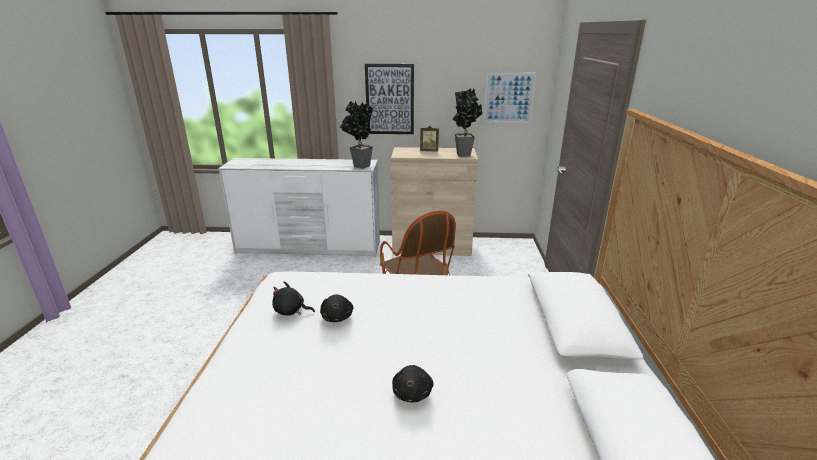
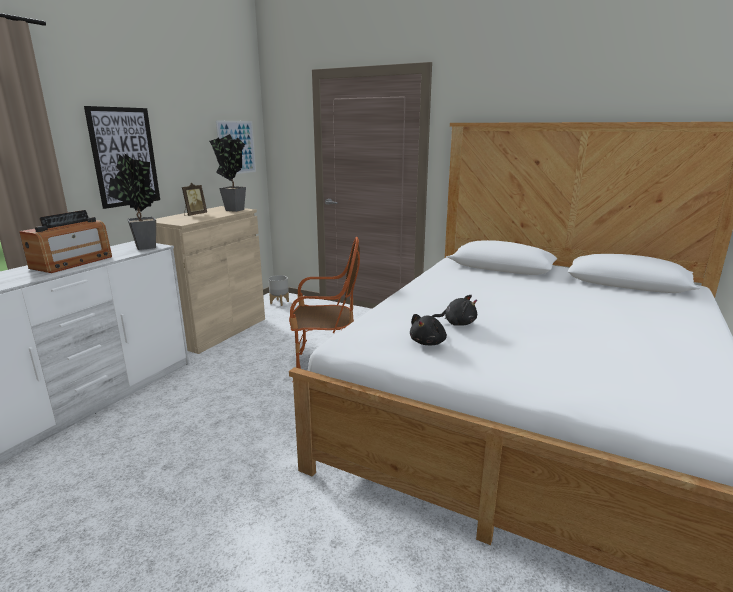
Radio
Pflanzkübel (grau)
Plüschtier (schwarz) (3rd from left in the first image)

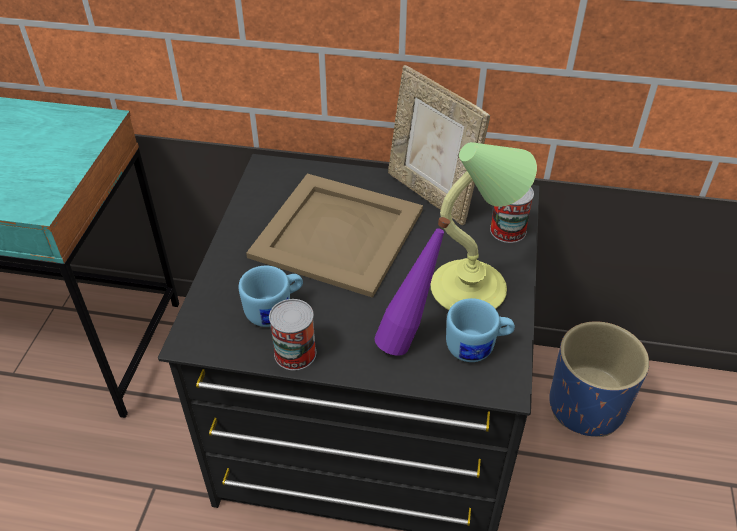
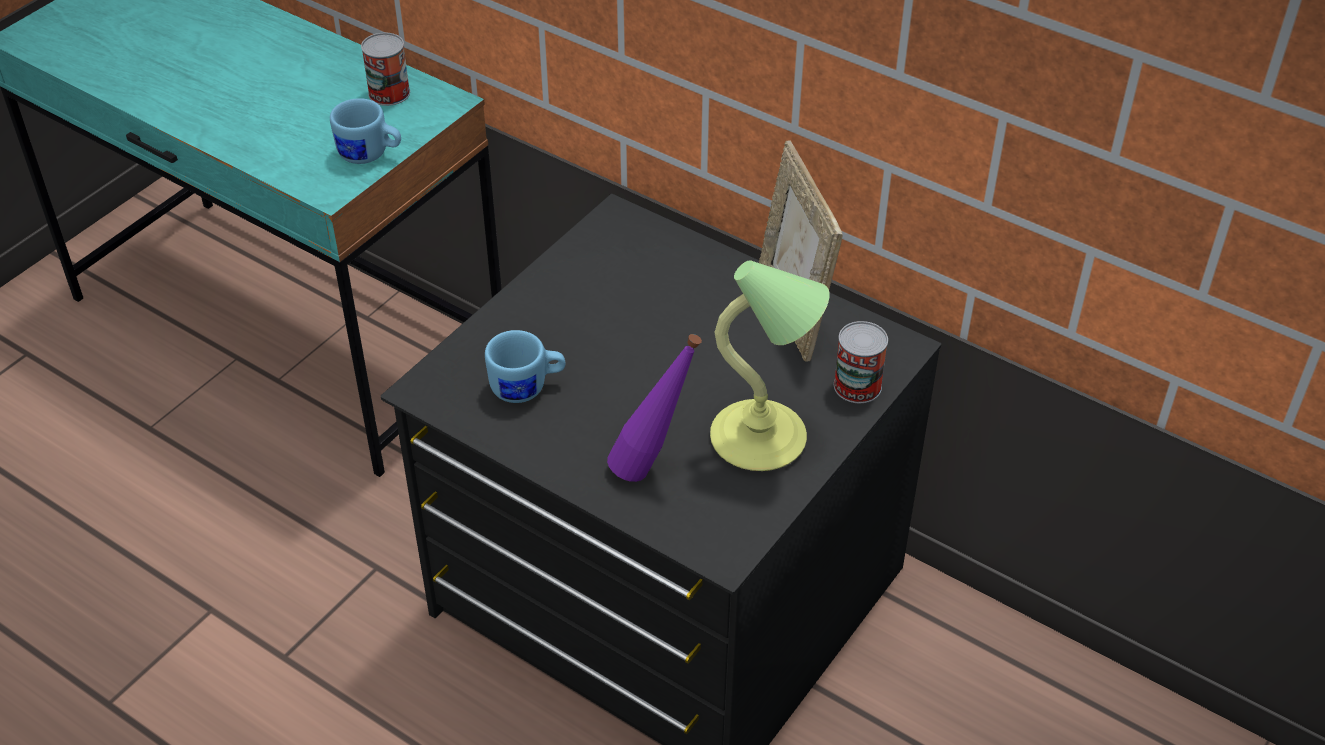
Henkelbecher (blau) (1st from left)
Dose (1st from left)
Tablett (beige)
Pflanzkübel (blau)

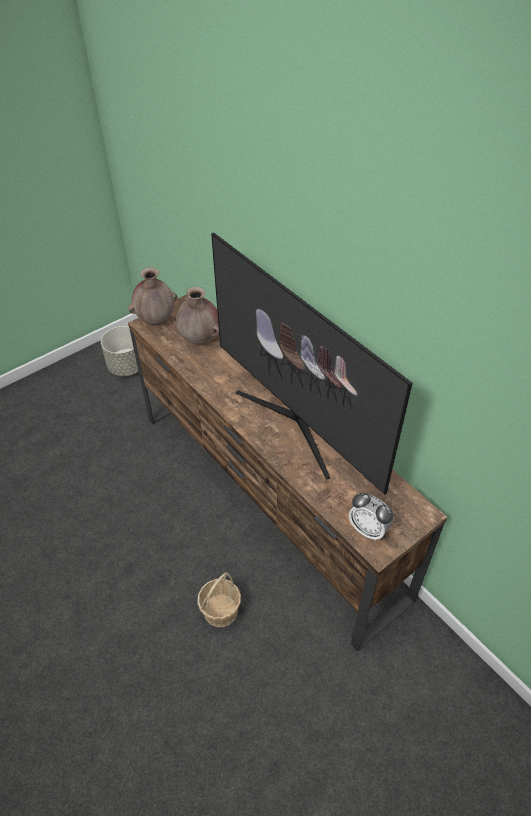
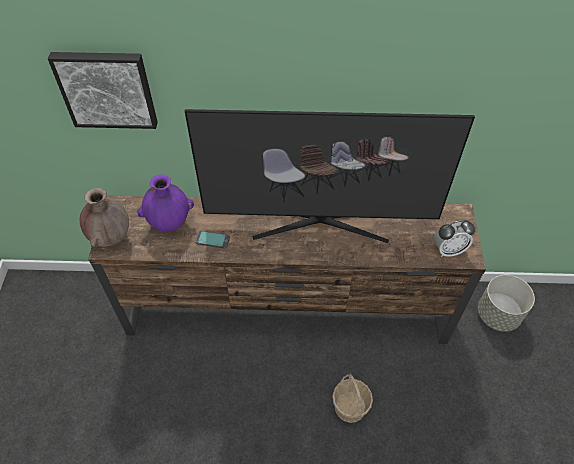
Bild
Vase (lila)
Handy
Pflanzkübel (grau)

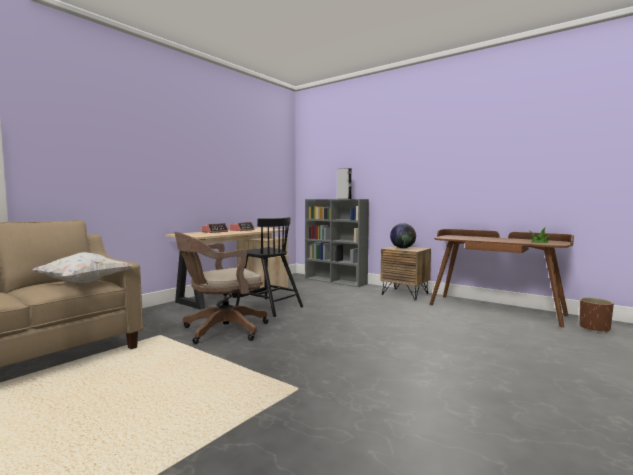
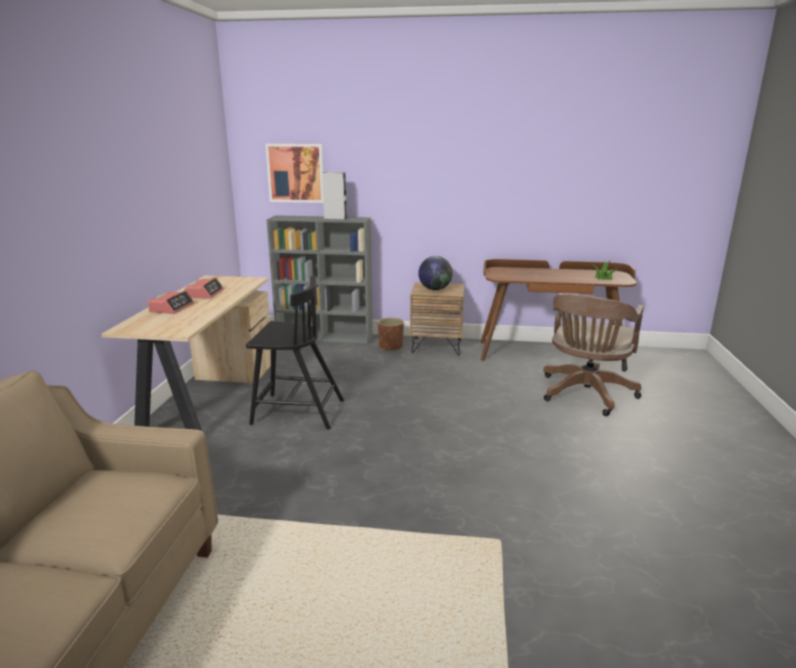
Bild
Pflanzkübel (braun)
Bürostuhl (braun)
Kissen (weiß)

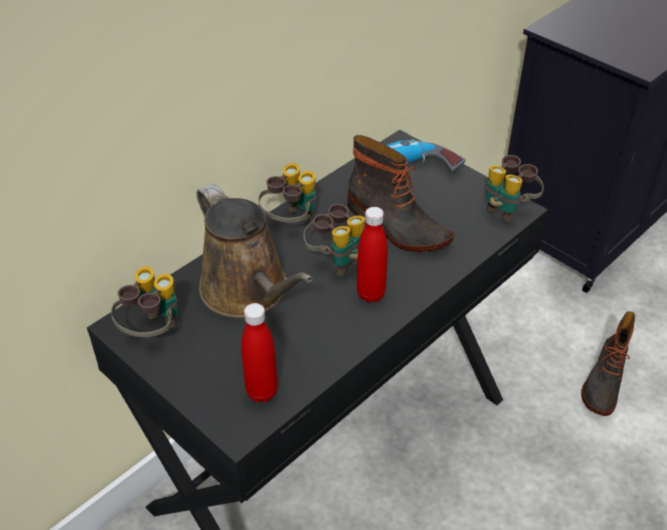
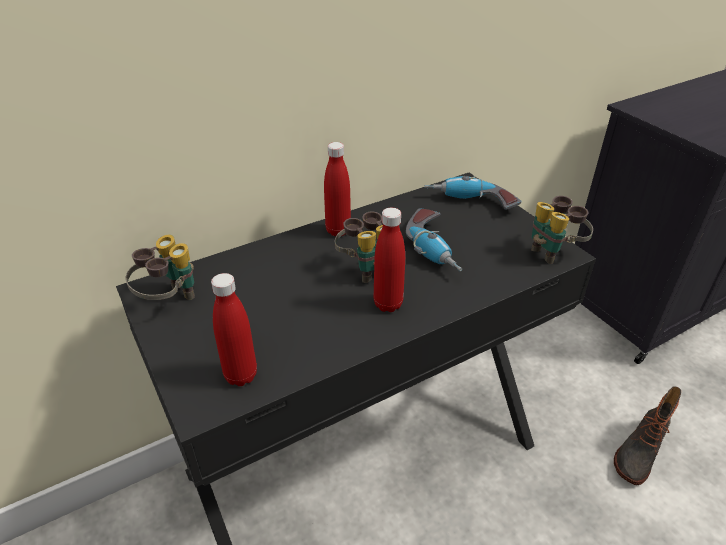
Flasche (rot) (2nd from left)
Bohrmaschine (1st from left)
Gießkanne (braun)

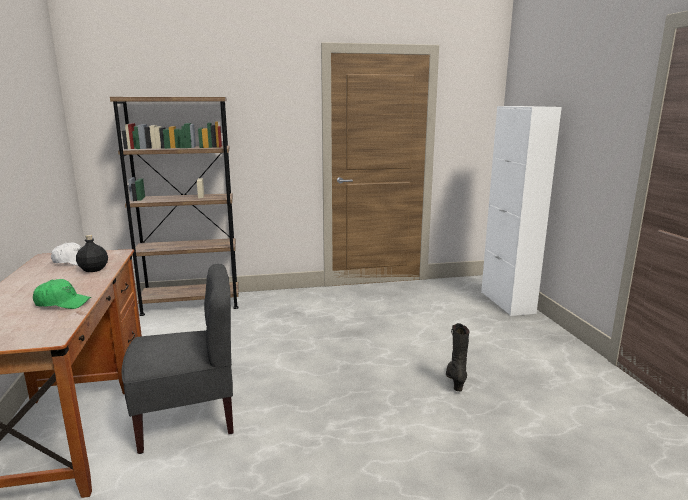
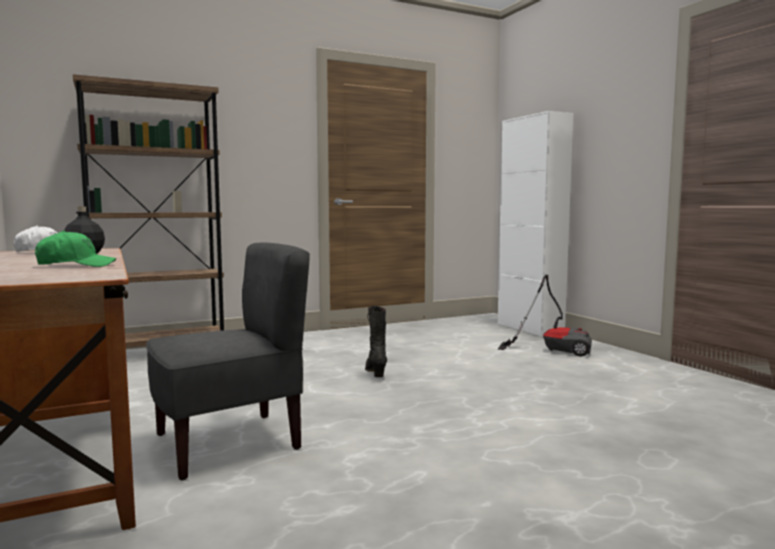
Stiefel (schwarz)
Staubsauger

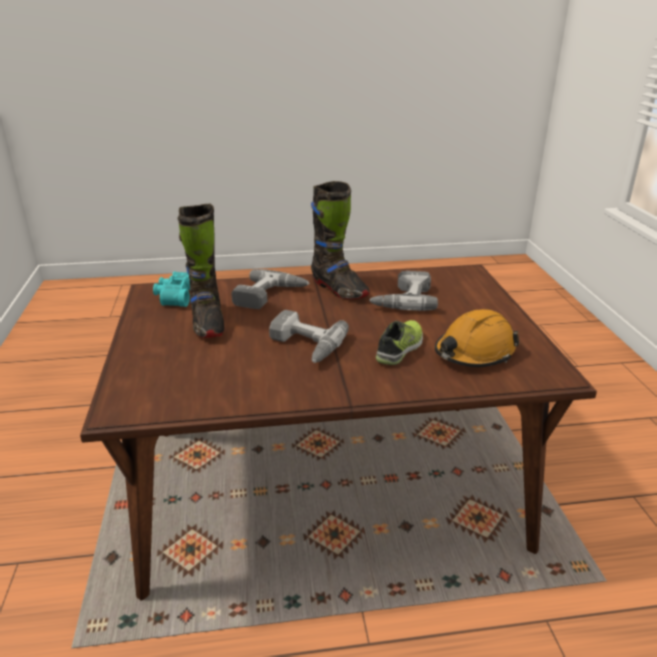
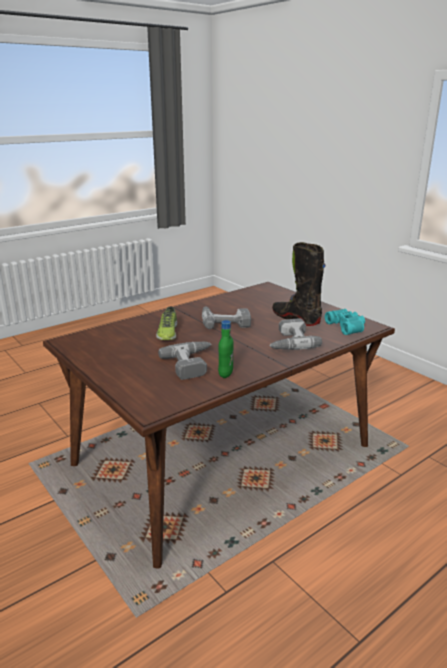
Flasche (grün)
Stiefel (schwarz) (2nd from left in the first image)
Schutzhelm (orange)

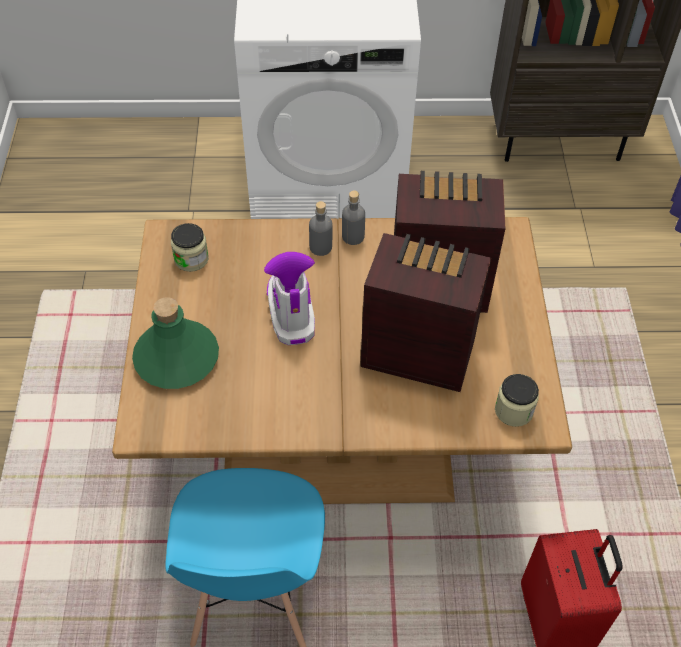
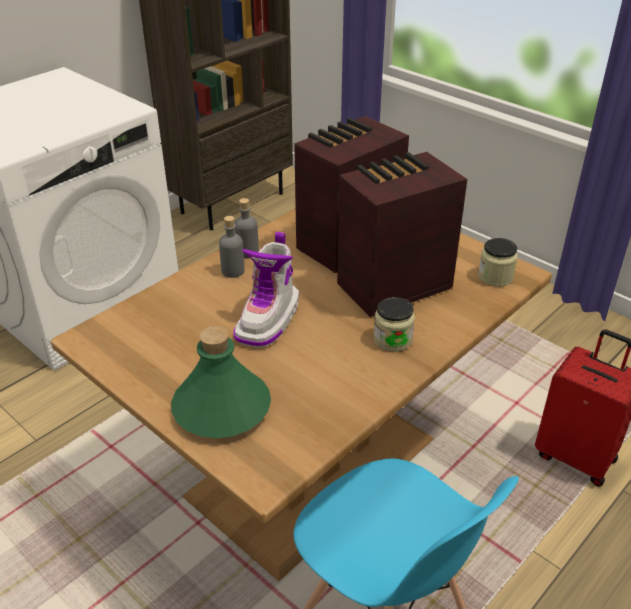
Stiefel
Vorratsglas (1st from left)

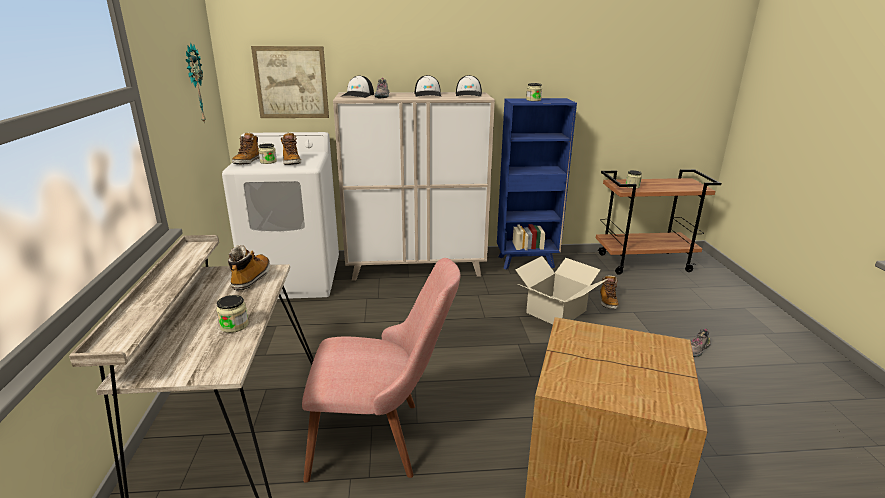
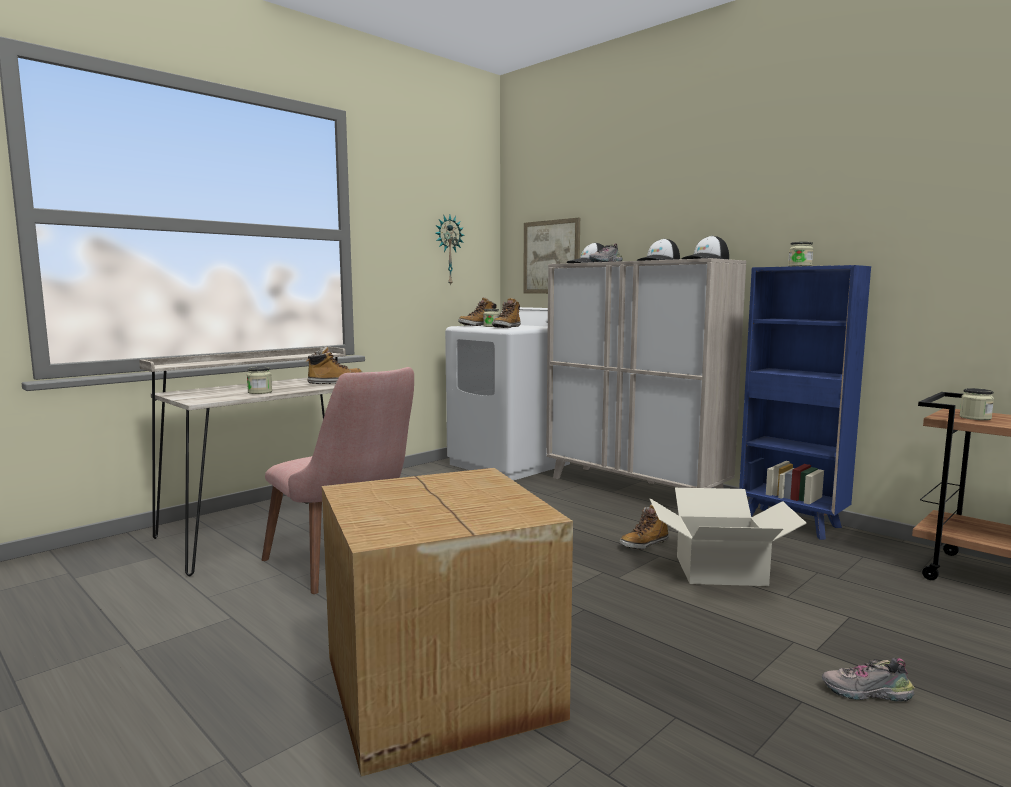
Stiefel (4th from left)

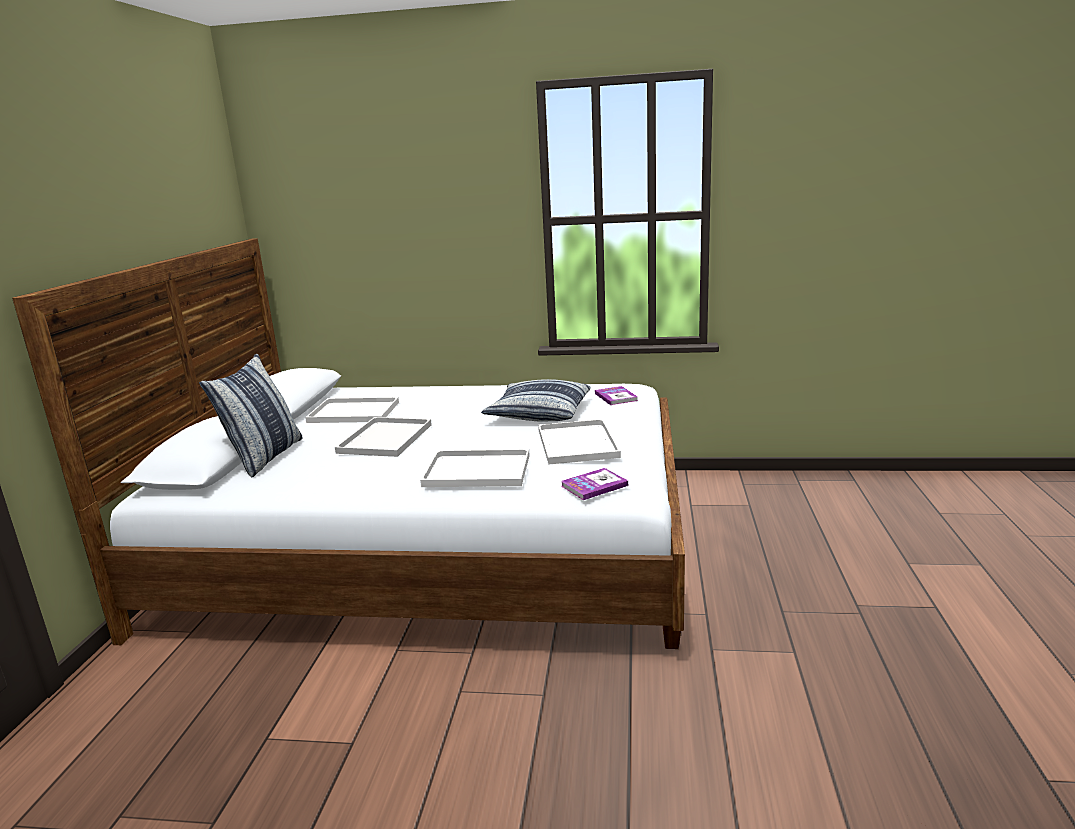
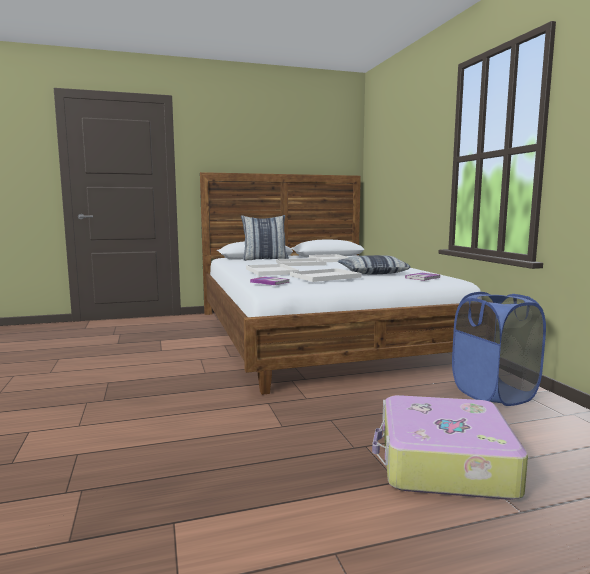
Koffer
Wäschekorb (blau)

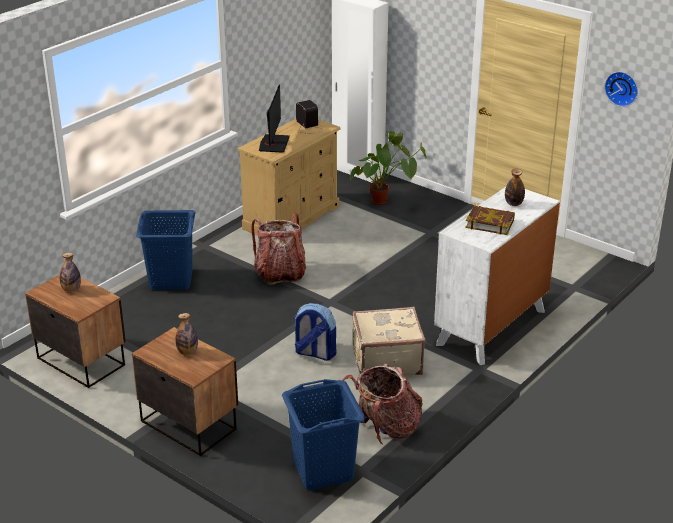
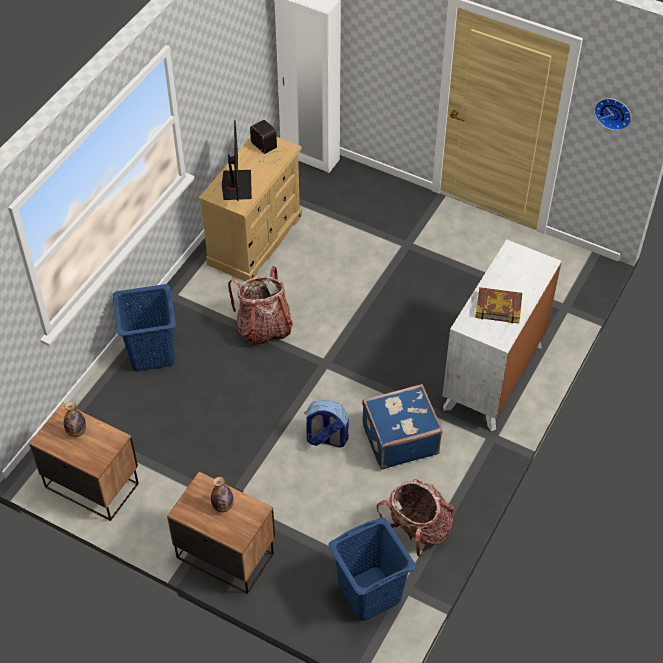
Koffer (blau)
Topfpflanze
Flasche (3rd from left in the first image)

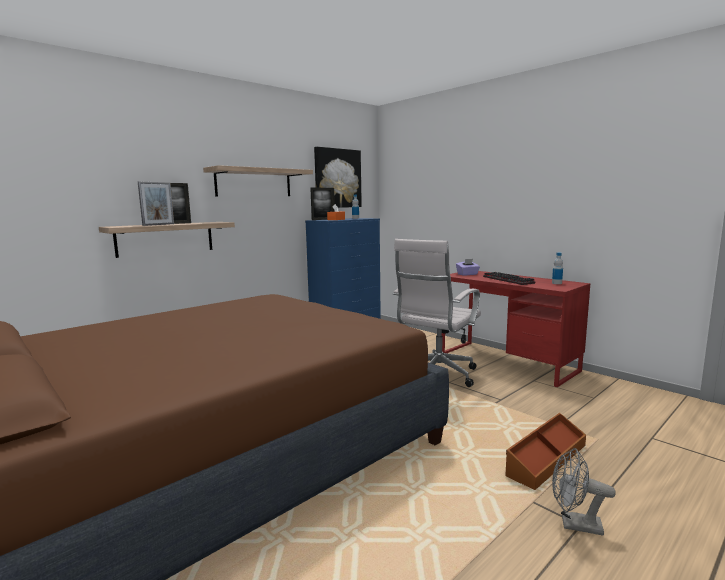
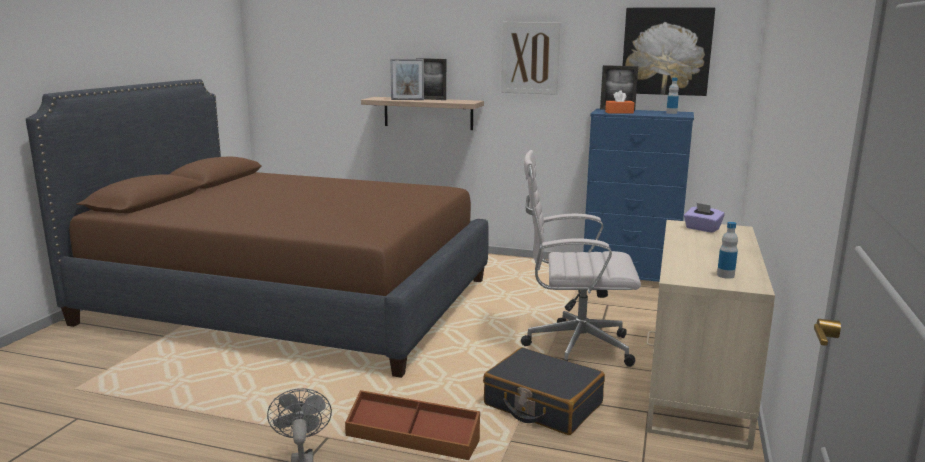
Koffer (schwarz)
Bild (1st from left)
Schreibtisch (beige)
Tastatur

